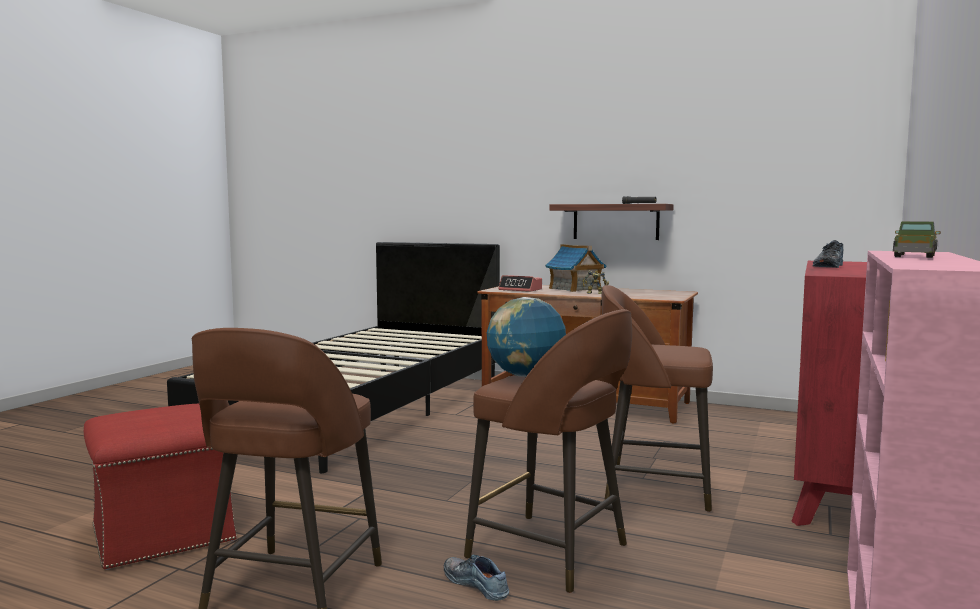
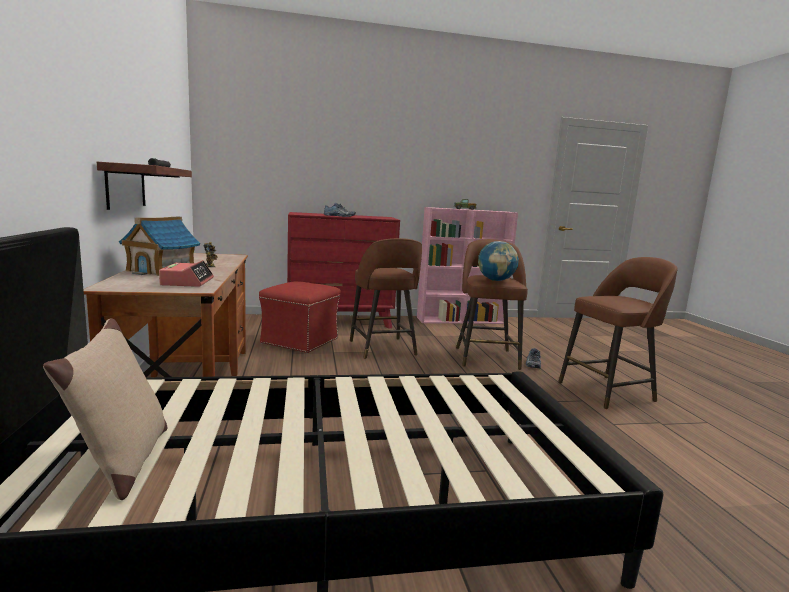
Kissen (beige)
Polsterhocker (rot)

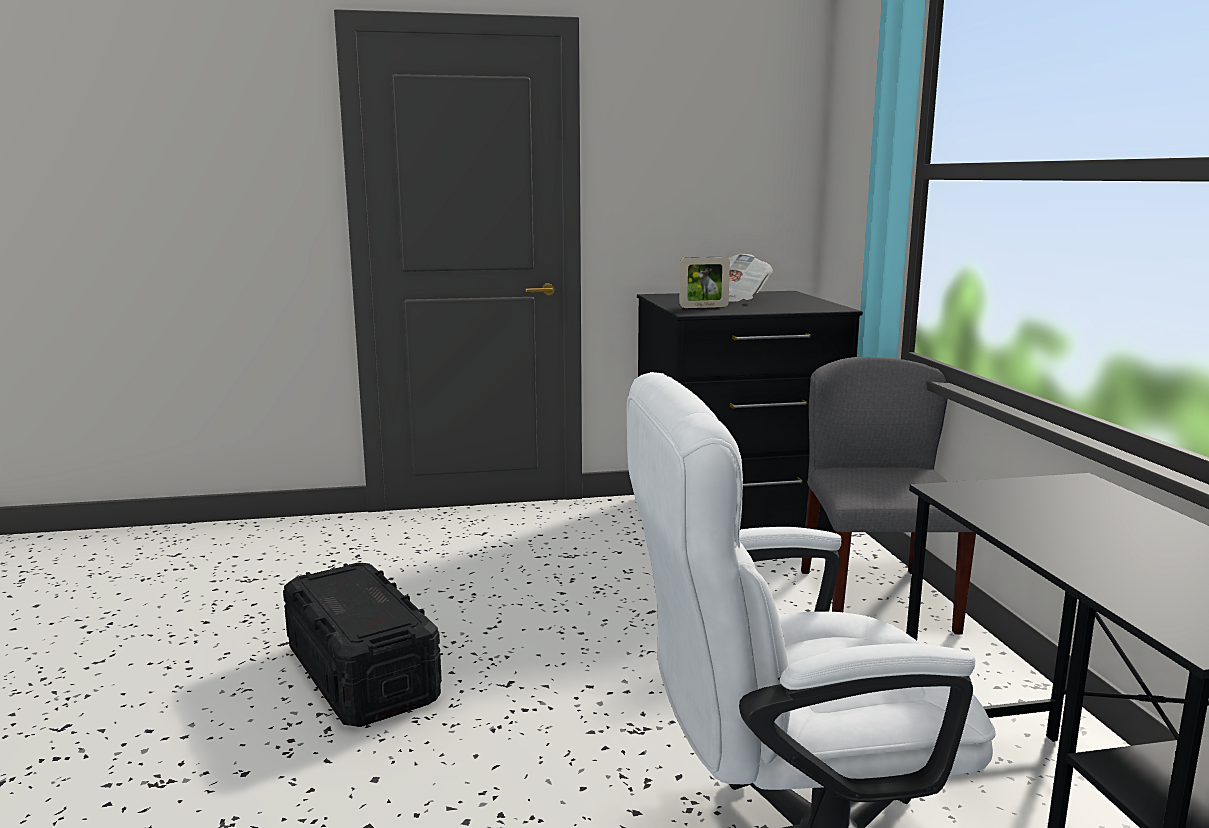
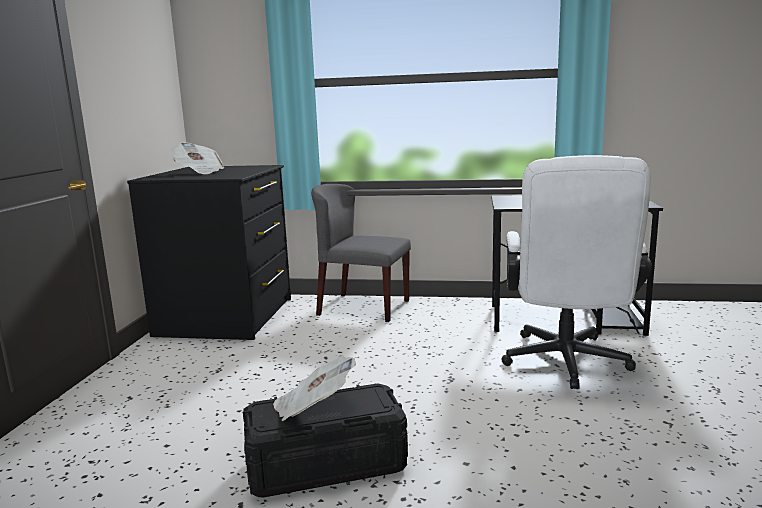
Zeitung (2nd from left)
Bilderrahmen

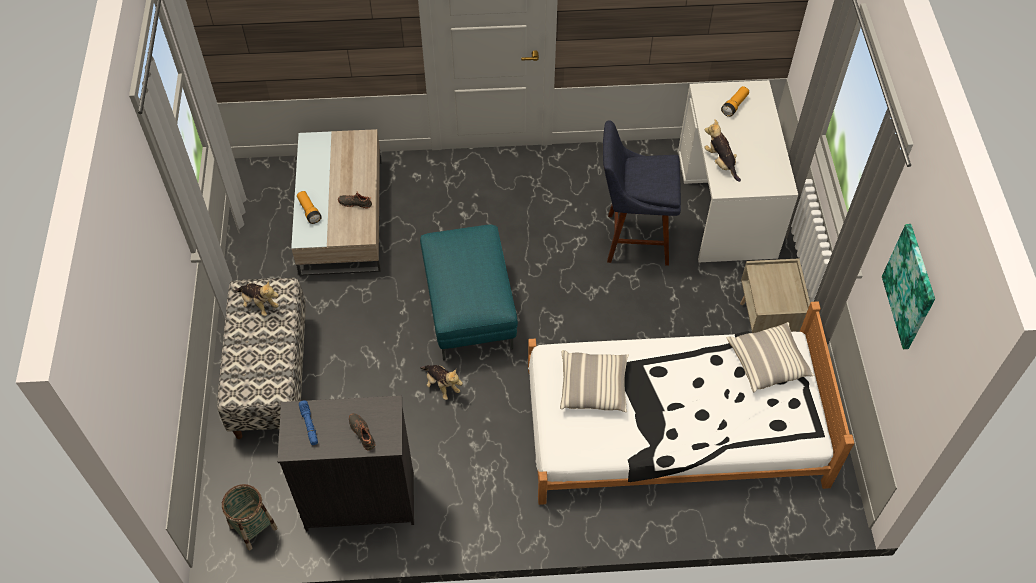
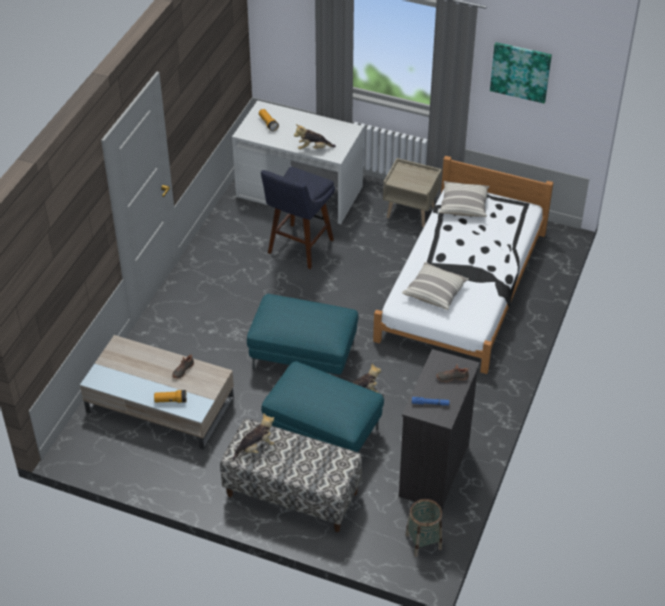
Polsterhocker (türkis) (2nd from left)

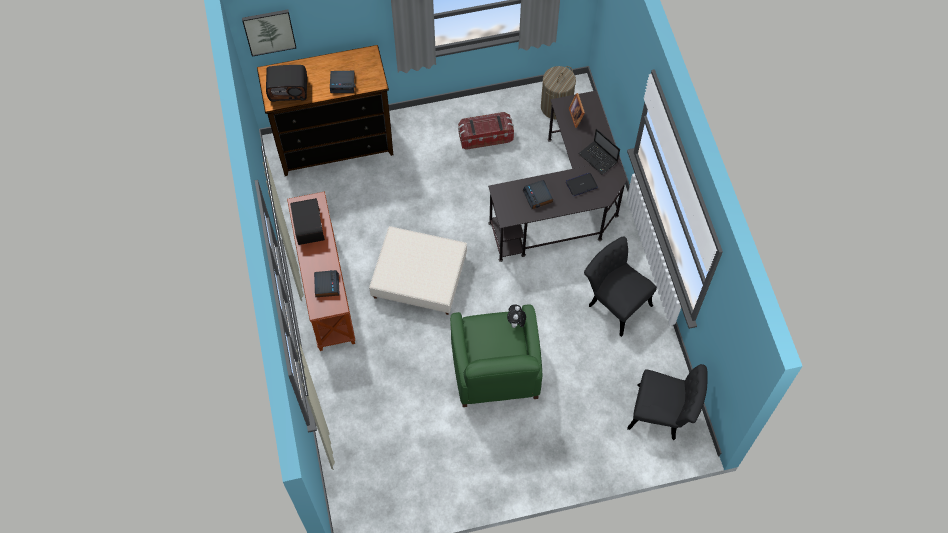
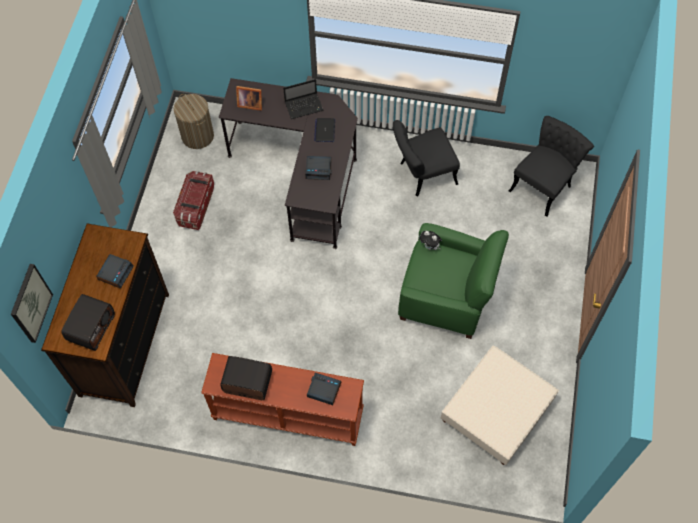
Polsterhocker (beige)

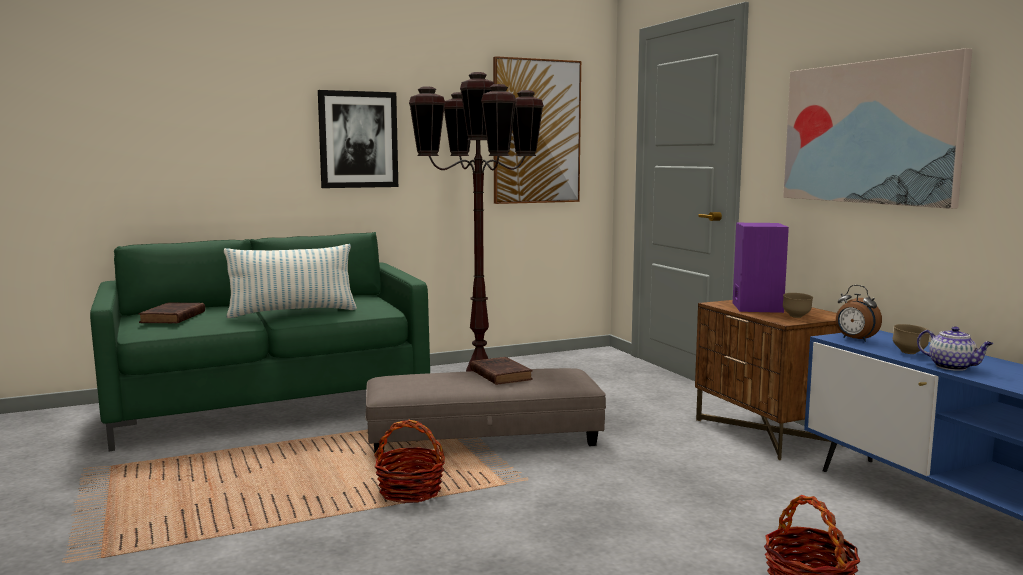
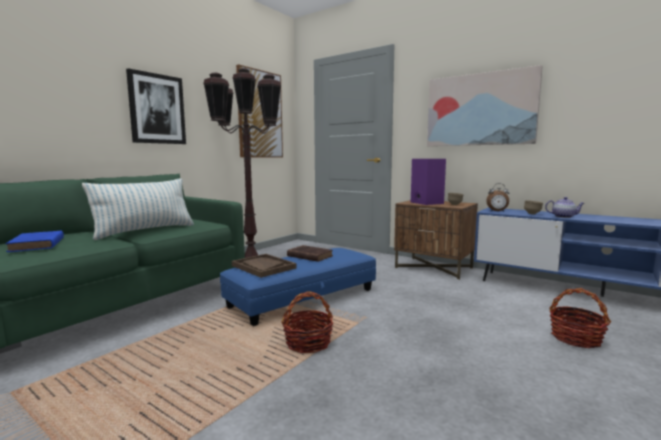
Buch (blau)
Polsterhocker (blau)
Tablett (braun)

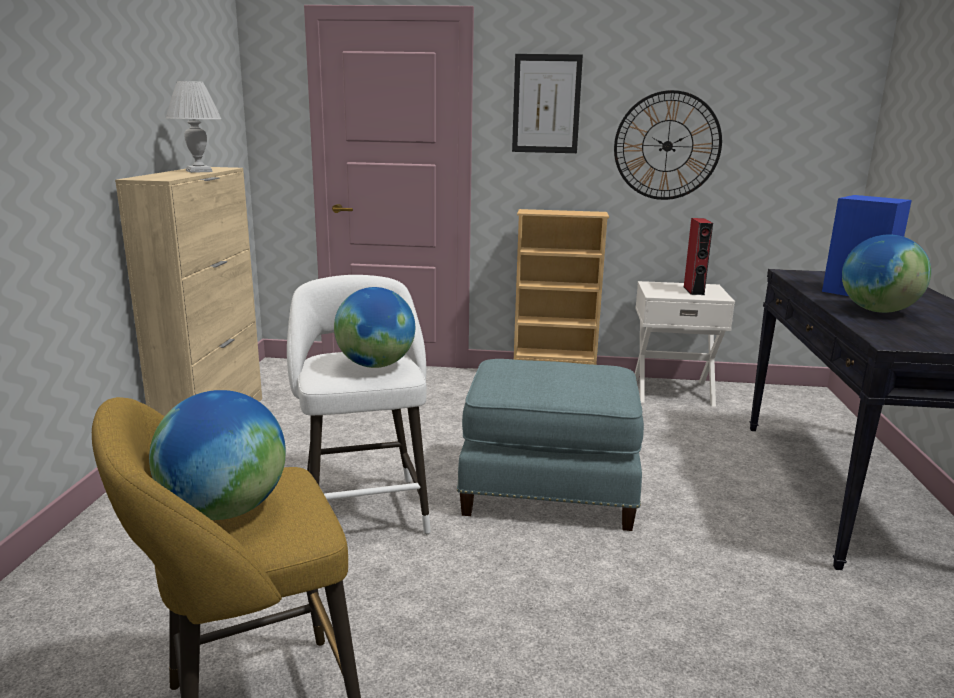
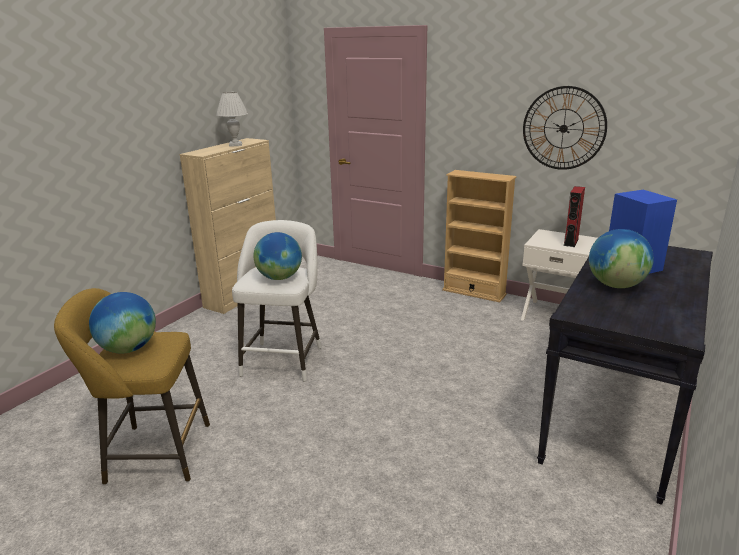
Polsterhocker (blau)
Bild

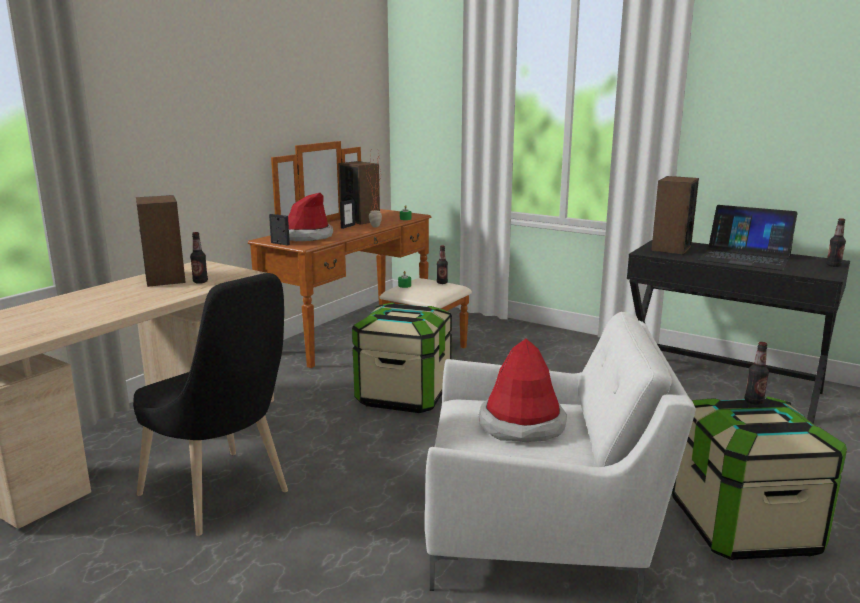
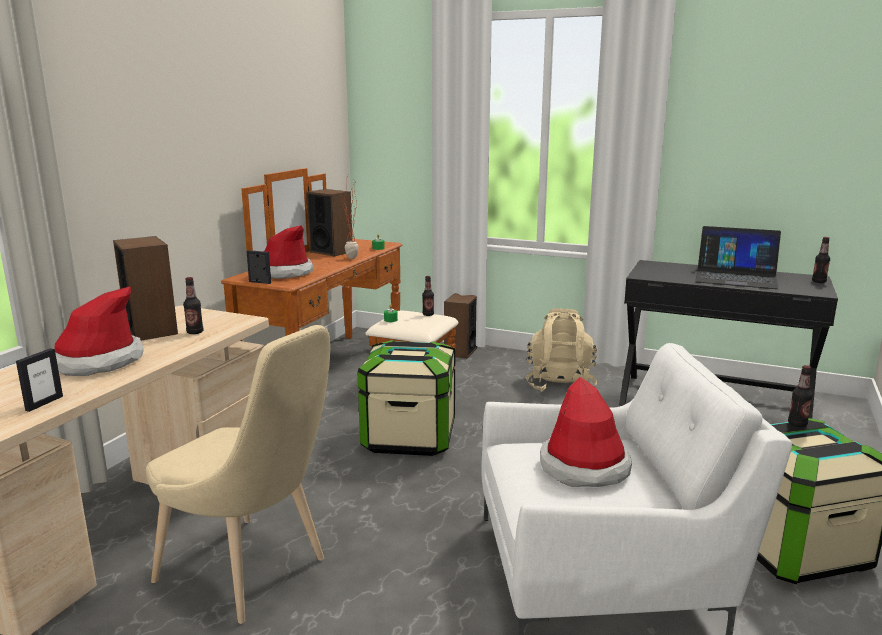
Bilderrahmen (1st from left)
Hut (1st from left)
Stuhl (beige)
Lautsprecher (3rd from left)
Rucksack (beige)

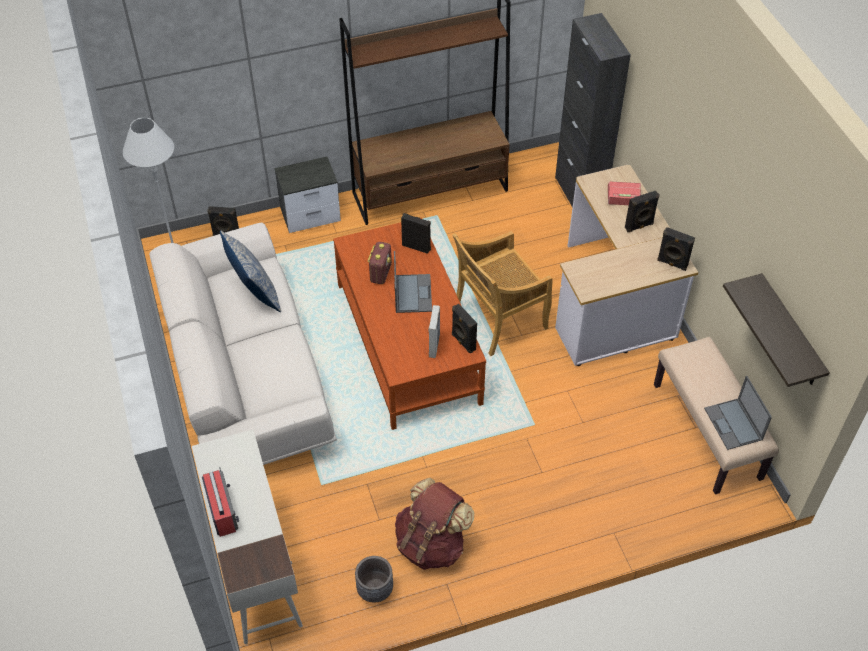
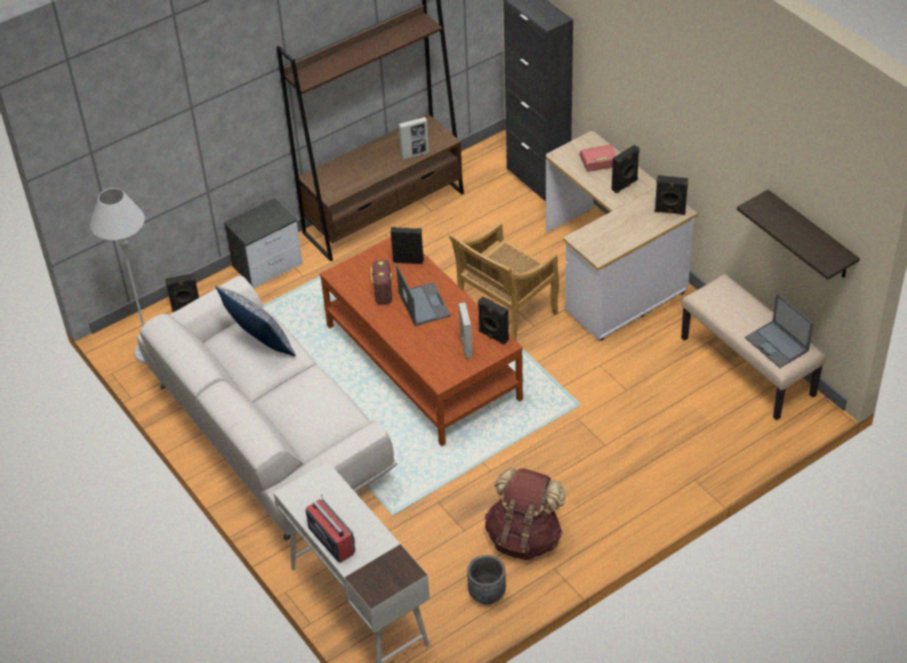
Bilderrahmen (1st from left)

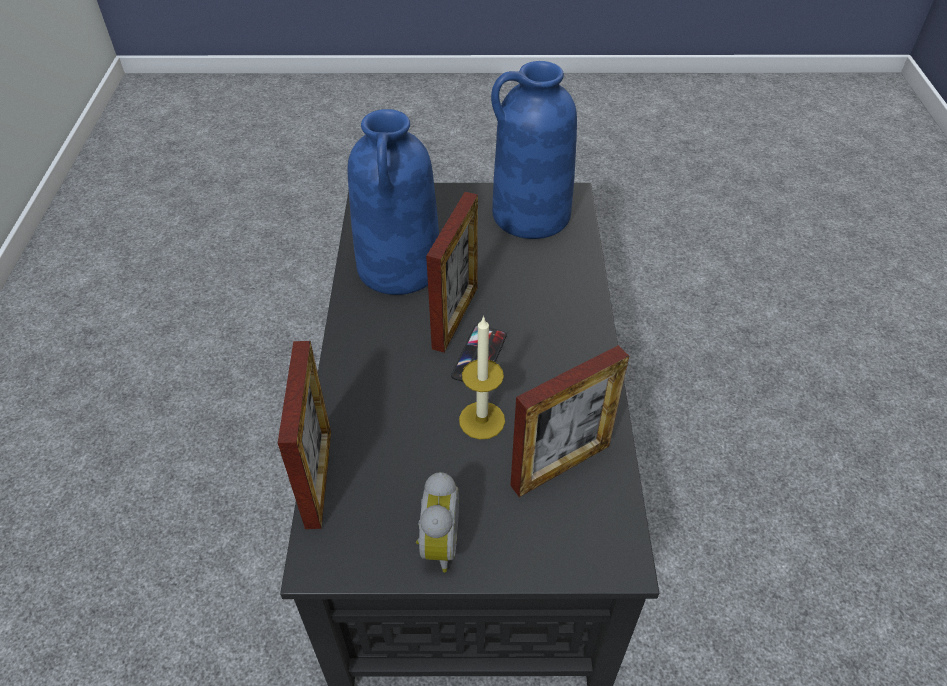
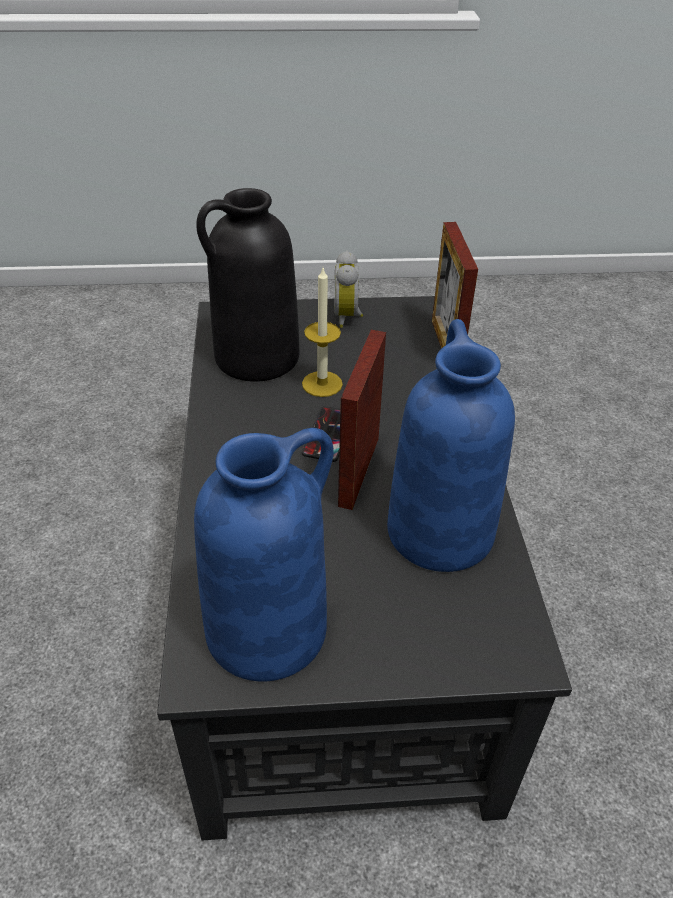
Vase (schwarz)

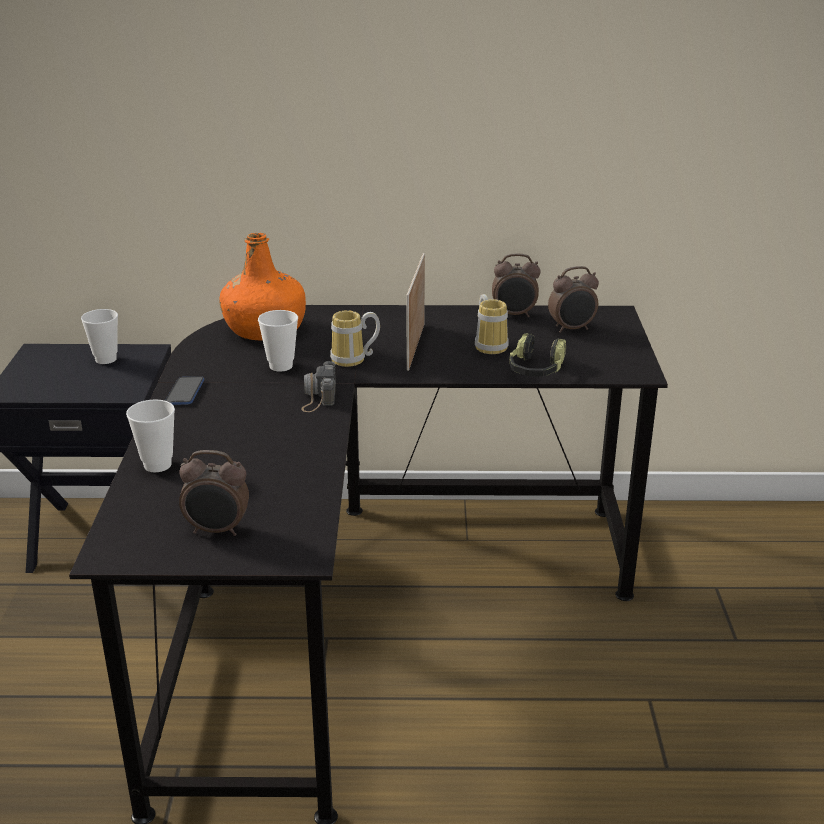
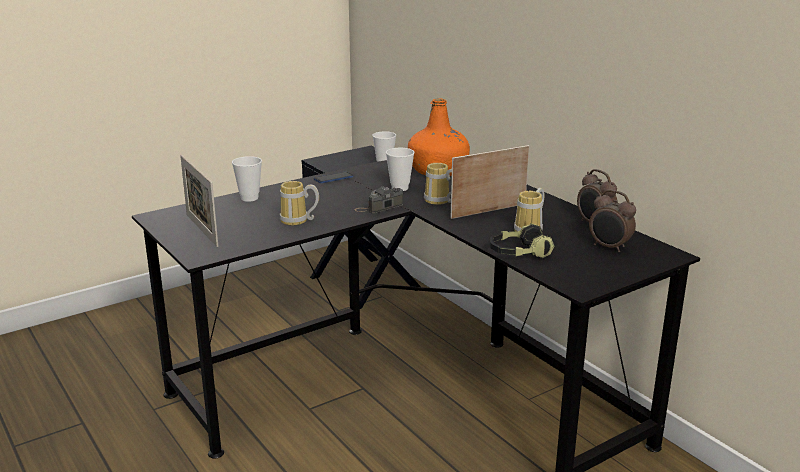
Bilderrahmen (1st from left)
Henkelbecher (1st from left)

